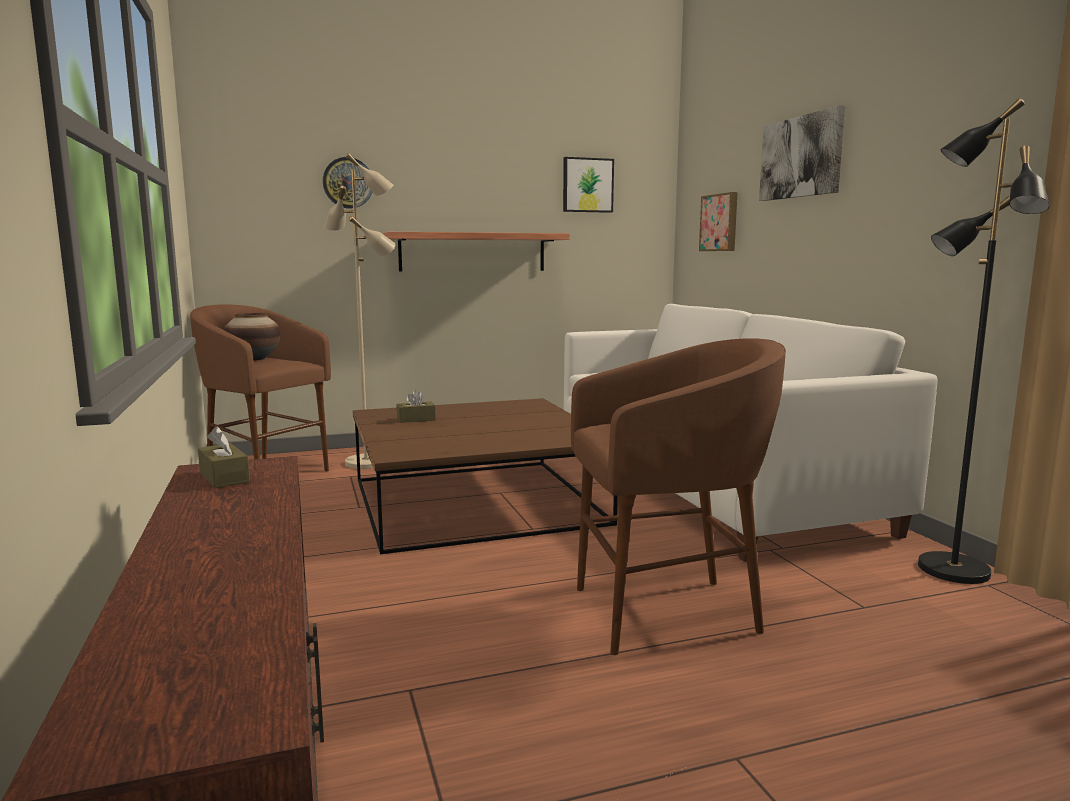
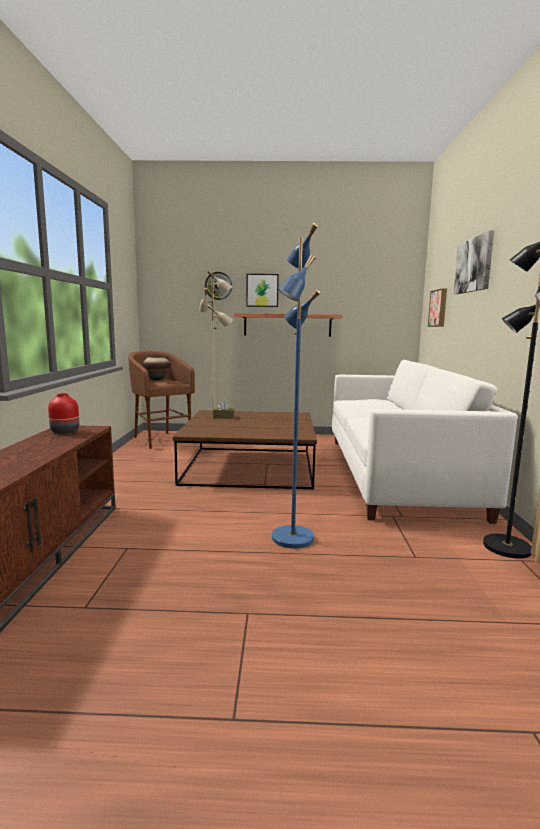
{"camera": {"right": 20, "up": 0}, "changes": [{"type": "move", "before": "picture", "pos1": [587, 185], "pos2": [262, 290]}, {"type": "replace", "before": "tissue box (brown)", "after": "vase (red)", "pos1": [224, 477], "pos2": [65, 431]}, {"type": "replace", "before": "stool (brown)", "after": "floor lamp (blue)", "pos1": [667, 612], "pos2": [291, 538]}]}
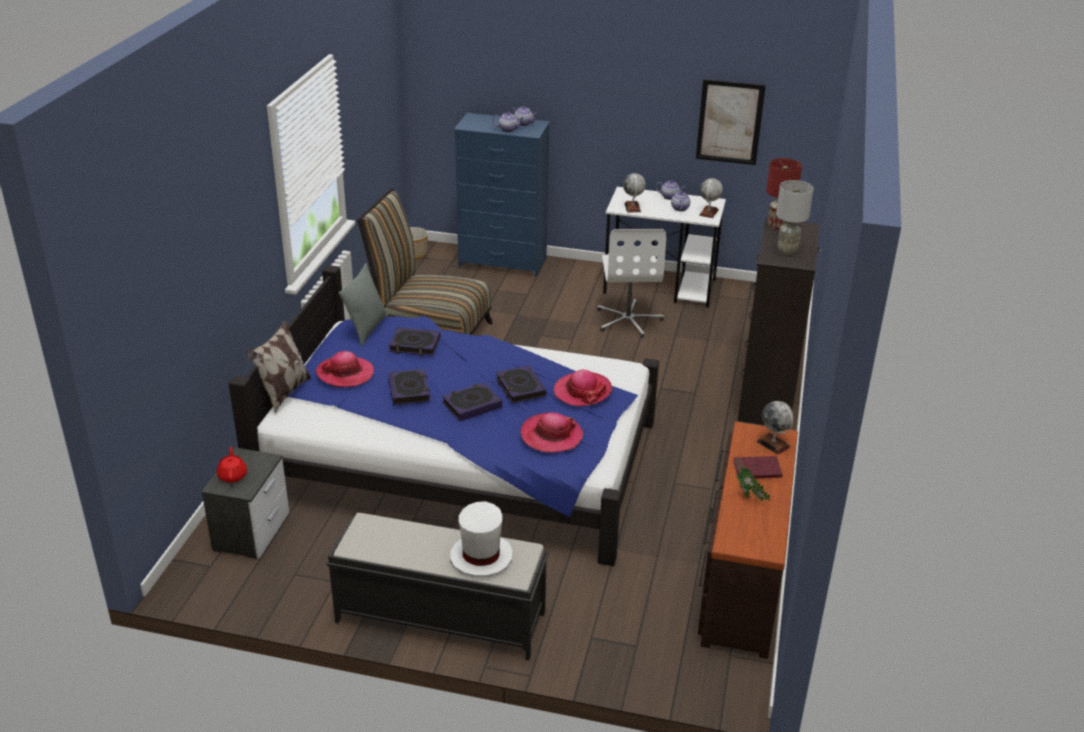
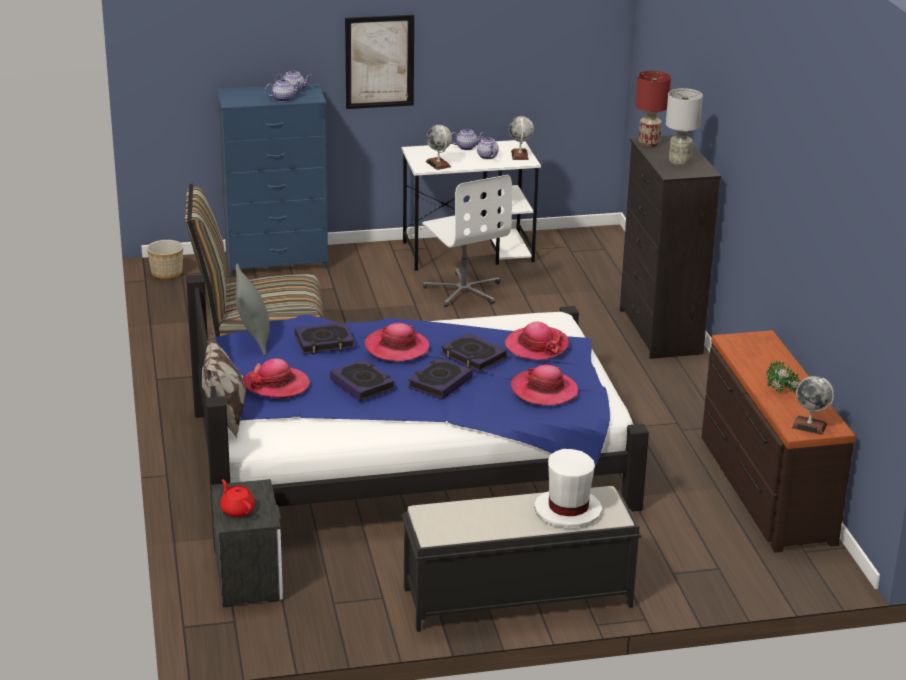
{"camera": {"right": -25, "up": -5}, "changes": [{"type": "delete", "before": "book (red)", "pos1": [757, 470]}, {"type": "insert", "after": "hat", "pos2": [397, 347]}, {"type": "move", "before": "picture", "pos1": [730, 122], "pos2": [379, 61]}, {"type": "move", "before": "globe", "pos1": [773, 444], "pos2": [809, 426]}]}
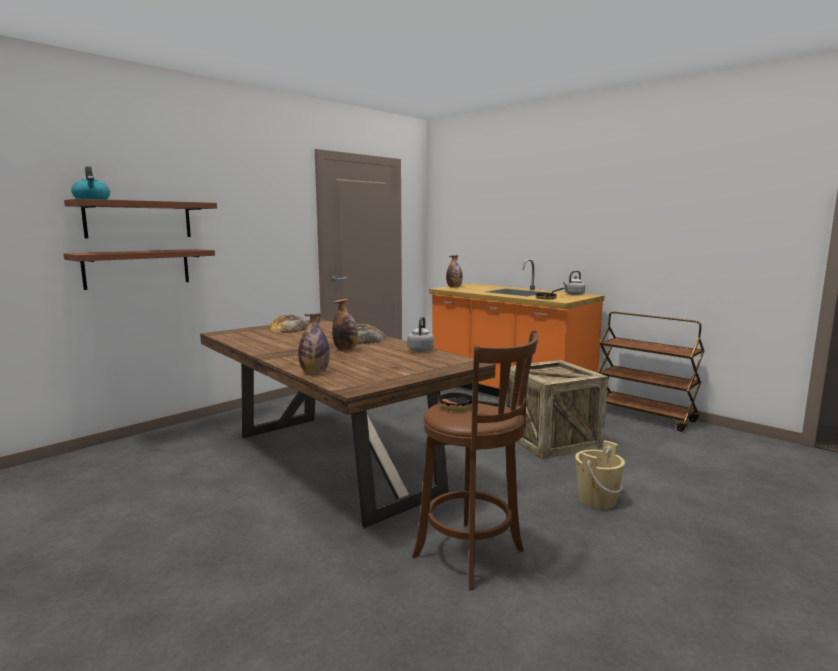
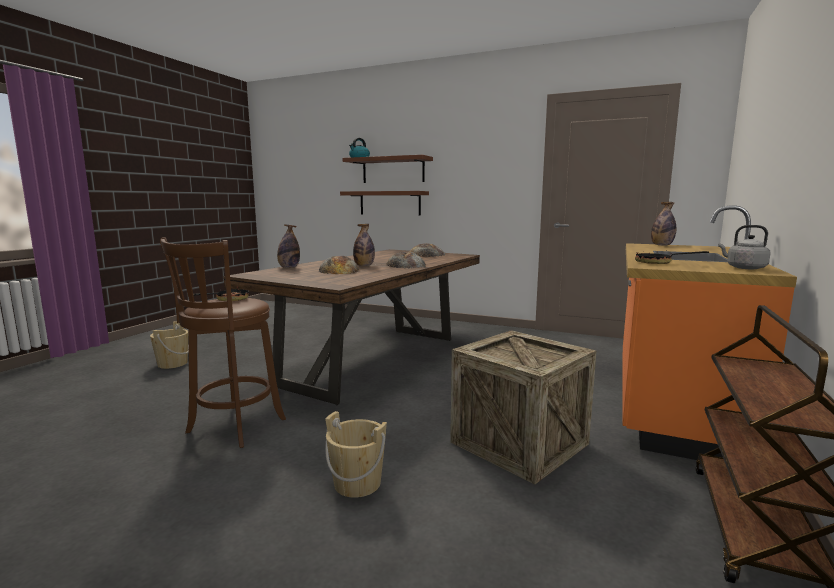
{"camera": {"right": 70, "up": 0}, "changes": [{"type": "delete", "before": "kettle (grey)", "pos1": [421, 350]}, {"type": "insert", "after": "bucket (beige)", "pos2": [172, 364]}, {"type": "insert", "after": "bread", "pos2": [339, 270]}]}
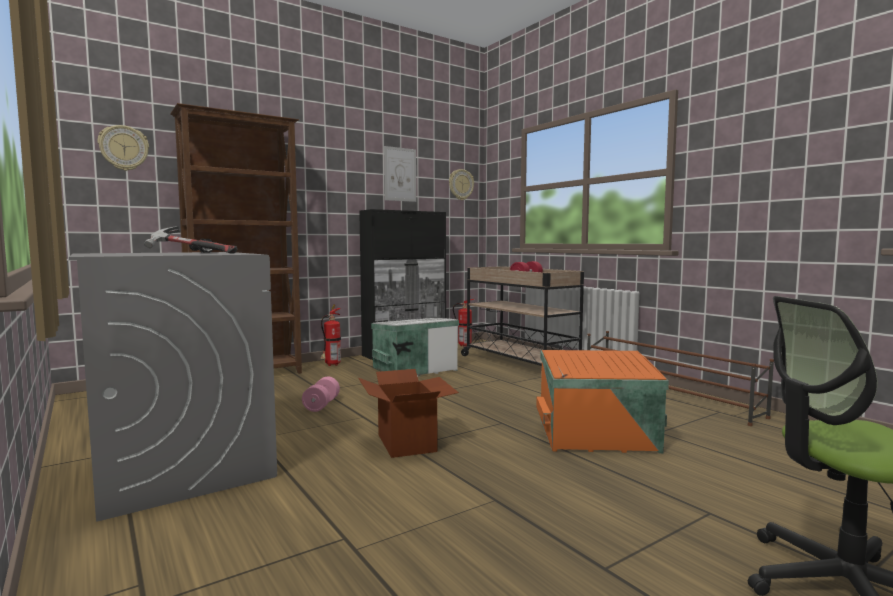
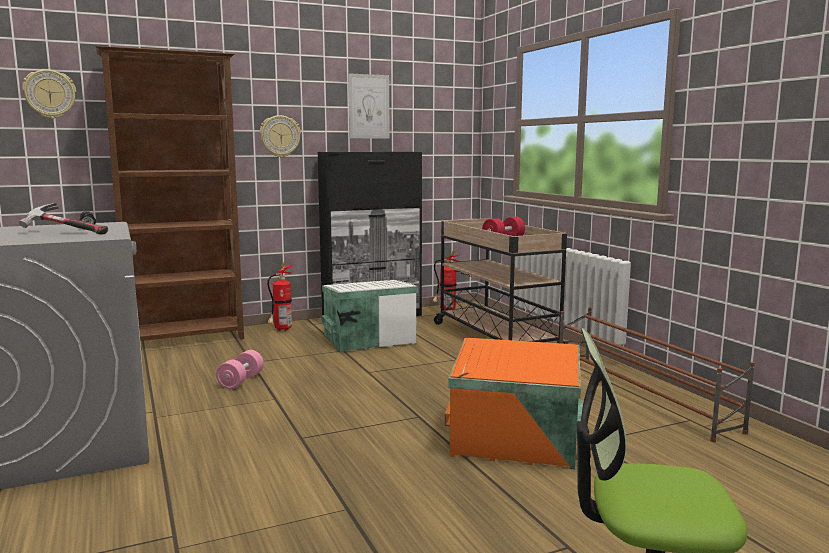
{"camera": {"right": 10, "up": 5}, "changes": [{"type": "delete", "before": "cardboard box", "pos1": [407, 443]}, {"type": "move", "before": "wall clock", "pos1": [460, 184], "pos2": [280, 136]}]}
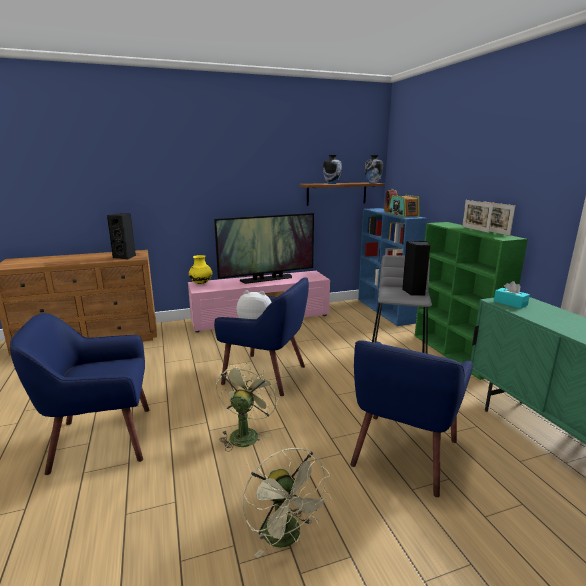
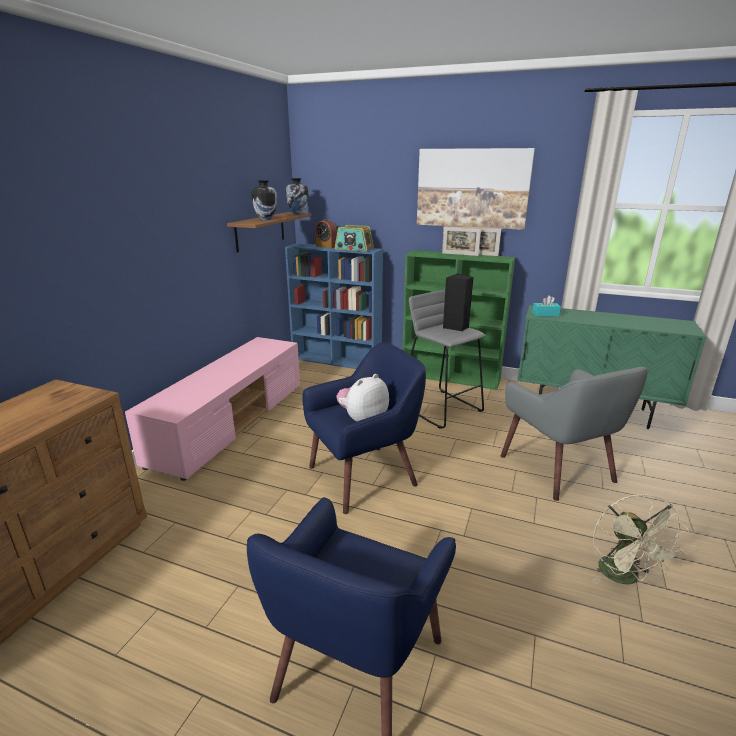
{"camera": {"right": -50, "up": 5}, "changes": [{"type": "delete", "before": "speaker (black)", "pos1": [125, 257]}, {"type": "delete", "before": "vase (yellow)", "pos1": [201, 283]}, {"type": "delete", "before": "television", "pos1": [267, 279]}, {"type": "delete", "before": "fan (green)", "pos1": [245, 433]}, {"type": "insert", "after": "picture", "pos2": [472, 188]}, {"type": "recolor", "before": "armchair (blue)", "after": "armchair (grey)", "pos1": [403, 453], "pos2": [558, 469]}, {"type": "rotate", "before": "fan (beige)", "pos1": [287, 538], "pos2": [624, 577], "turn": 75}]}
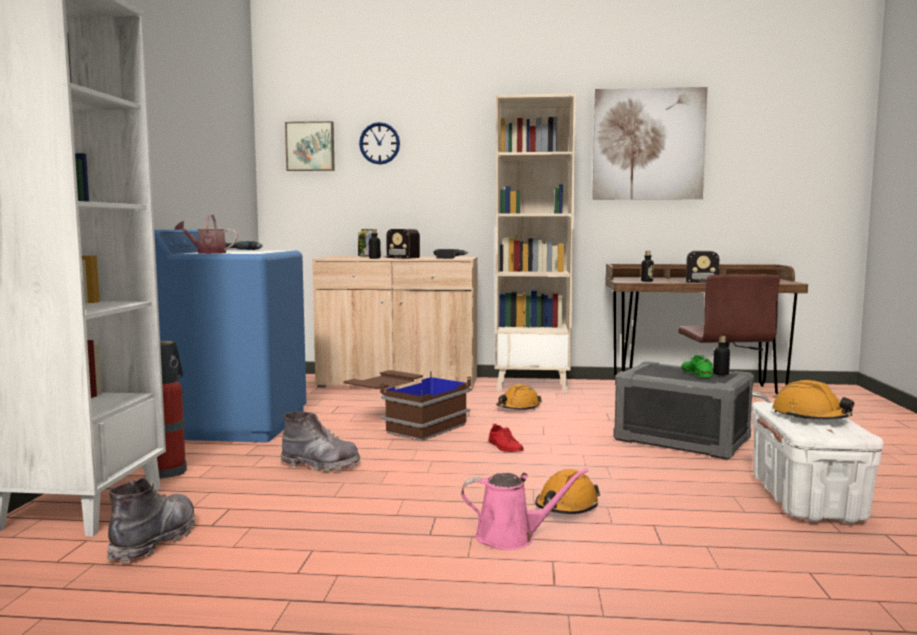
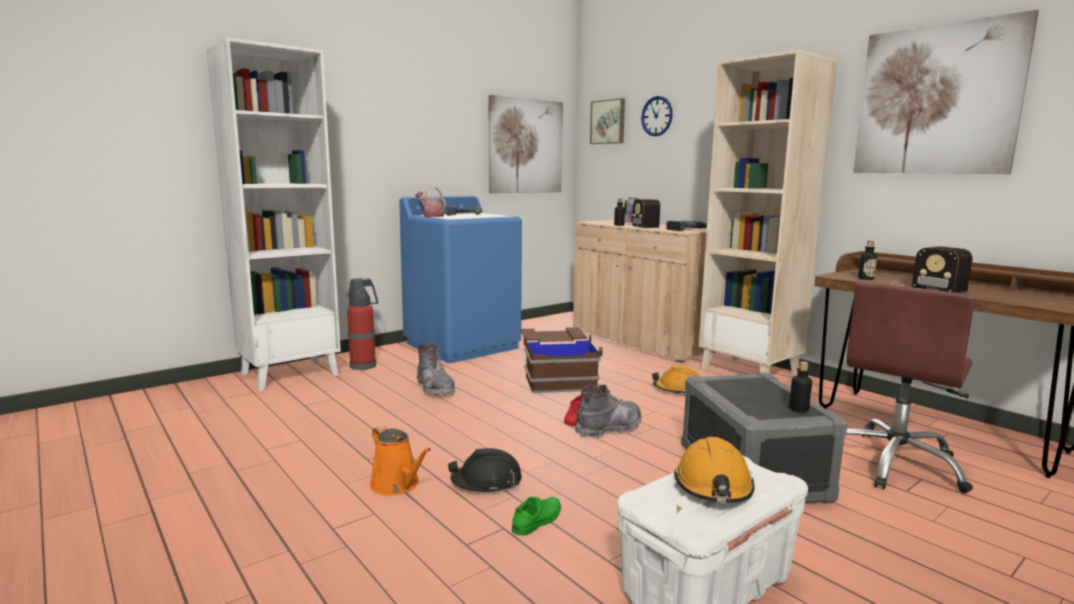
{"camera": {"right": 45, "up": 5}, "changes": [{"type": "insert", "after": "picture", "pos2": [526, 146]}, {"type": "move", "before": "boot (grey)", "pos1": [155, 541], "pos2": [609, 429]}, {"type": "move", "before": "shoe (green)", "pos1": [696, 373], "pos2": [537, 520]}, {"type": "recolor", "before": "watering can (pink)", "after": "watering can (orange)", "pos1": [511, 537], "pos2": [397, 485]}, {"type": "recolor", "before": "hard hat (orange)", "after": "hard hat (black)", "pos1": [566, 507], "pos2": [486, 482]}]}
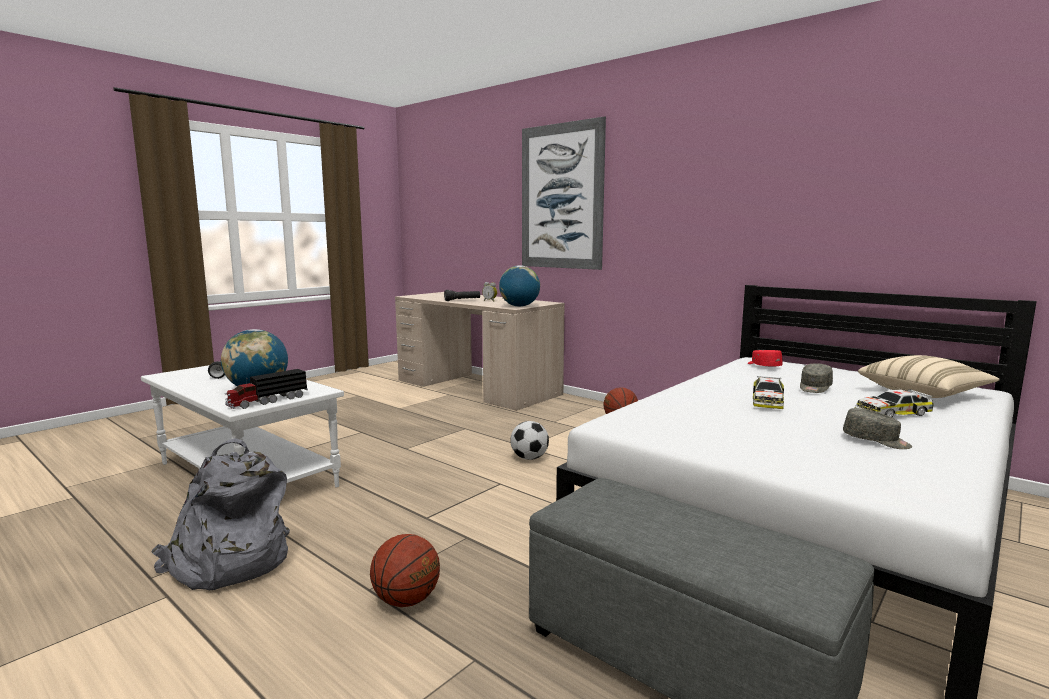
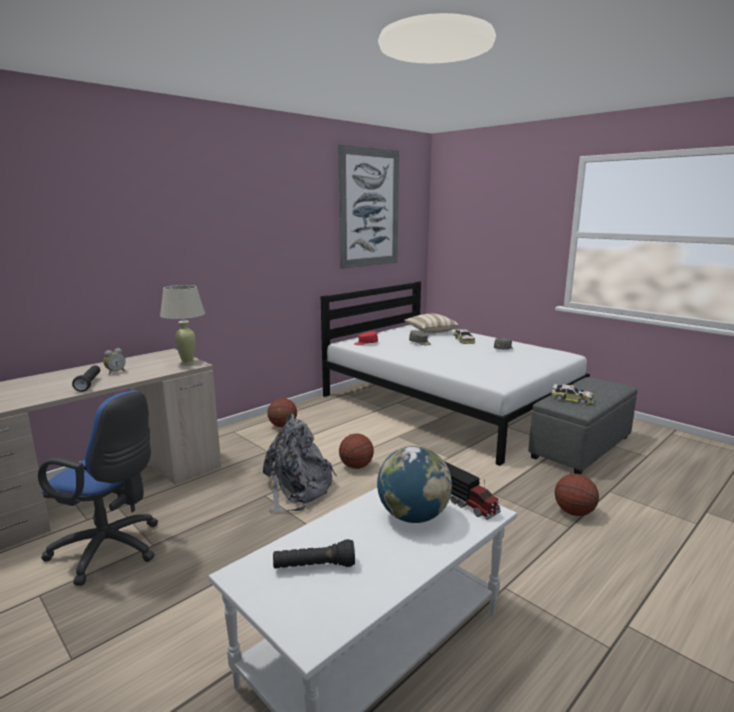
{"camera": {"right": -85, "up": 5}, "changes": [{"type": "insert", "after": "office chair (blue)", "pos2": [112, 550]}, {"type": "move", "before": "backpack (grey)", "pos1": [228, 562], "pos2": [297, 489]}, {"type": "move", "before": "picture", "pos1": [561, 197], "pos2": [369, 208]}, {"type": "move", "before": "toy car", "pos1": [767, 400], "pos2": [572, 399]}, {"type": "replace", "before": "globe", "after": "table lamp (beige)", "pos1": [519, 306], "pos2": [187, 362]}, {"type": "replace", "before": "football", "after": "basketball", "pos1": [529, 458], "pos2": [356, 466]}]}
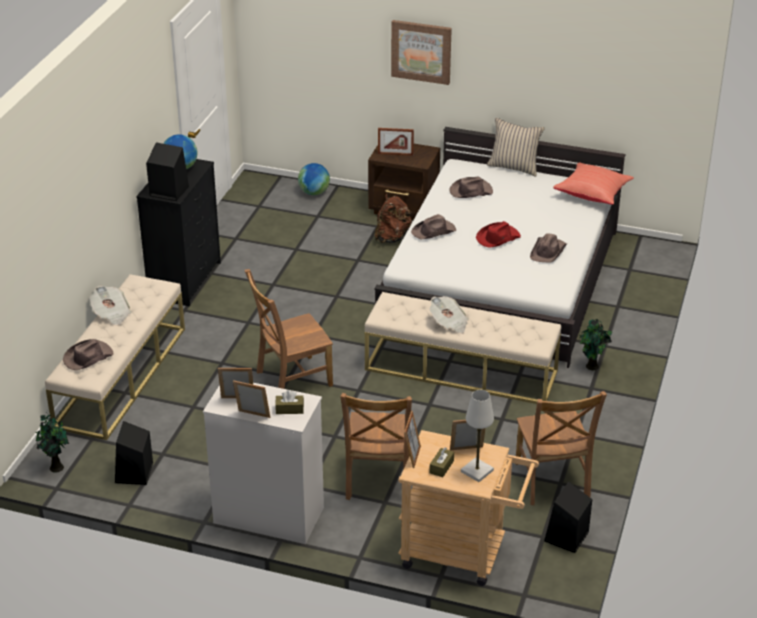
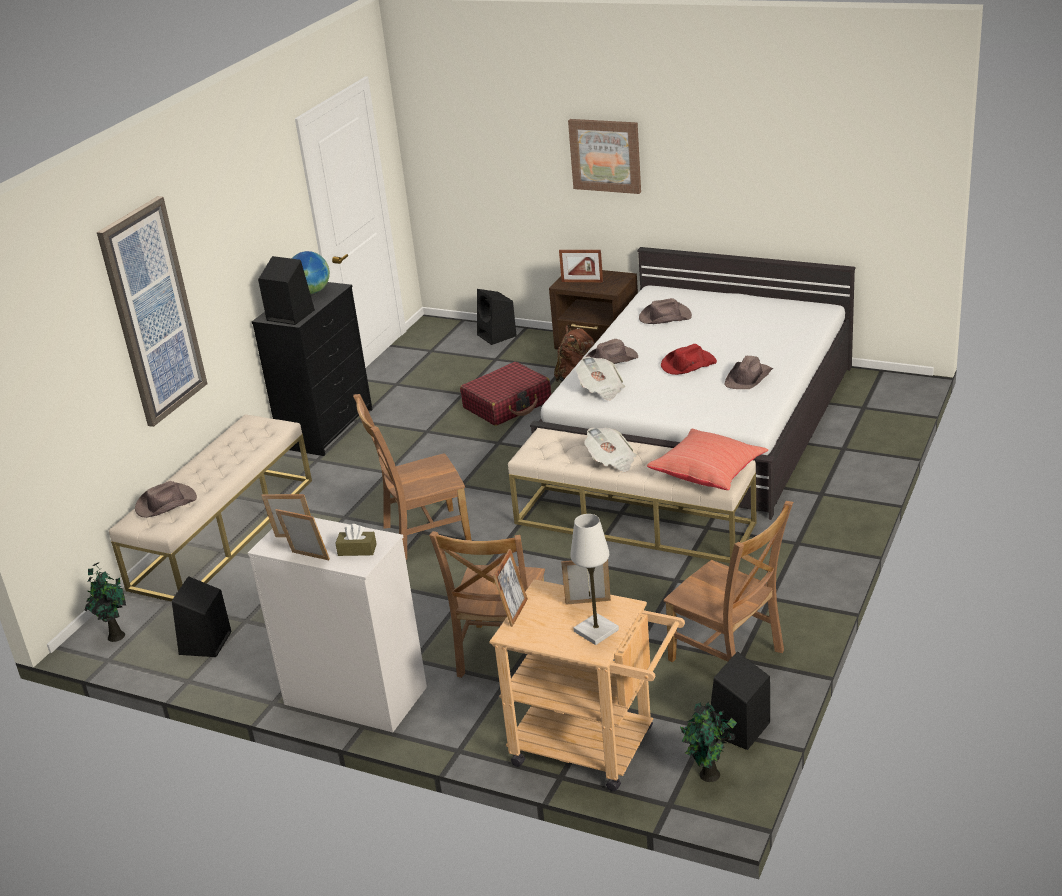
{"camera": {"right": 10, "up": -5}, "changes": [{"type": "delete", "before": "tissue box (brown)", "pos1": [441, 467]}, {"type": "delete", "before": "pillow (beige)", "pos1": [514, 167]}, {"type": "insert", "after": "picture", "pos2": [152, 312]}, {"type": "insert", "after": "suitcase (red)", "pos2": [507, 404]}, {"type": "move", "before": "newspaper", "pos1": [111, 314], "pos2": [601, 389]}, {"type": "move", "before": "pillow (red)", "pos1": [593, 194], "pos2": [708, 474]}, {"type": "move", "before": "potted plant", "pos1": [592, 367], "pos2": [709, 776]}, {"type": "replace", "before": "globe", "after": "speaker (black)", "pos1": [314, 193], "pos2": [497, 335]}, {"type": "rotate", "before": "chair (brown)", "pos1": [552, 482], "pos2": [729, 658], "turn": -45}]}
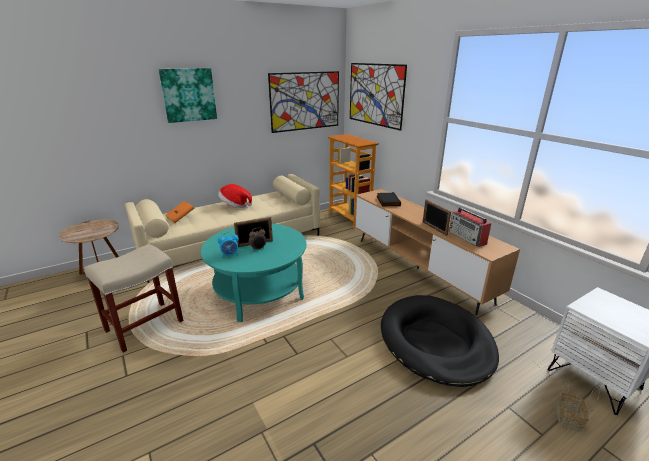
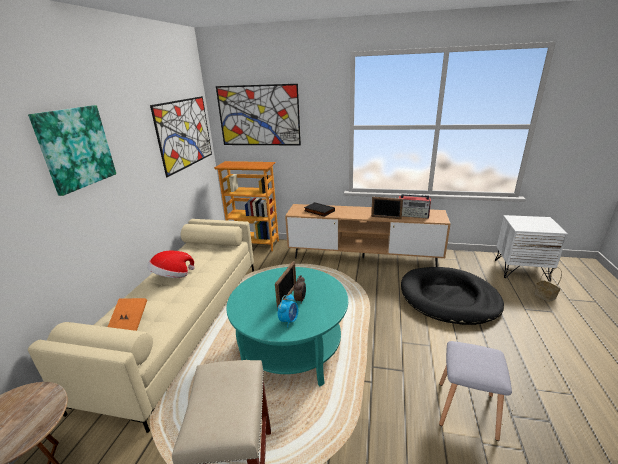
{"camera": {"right": -45, "up": 0}, "changes": [{"type": "insert", "after": "stool (grey)", "pos2": [465, 410]}]}
